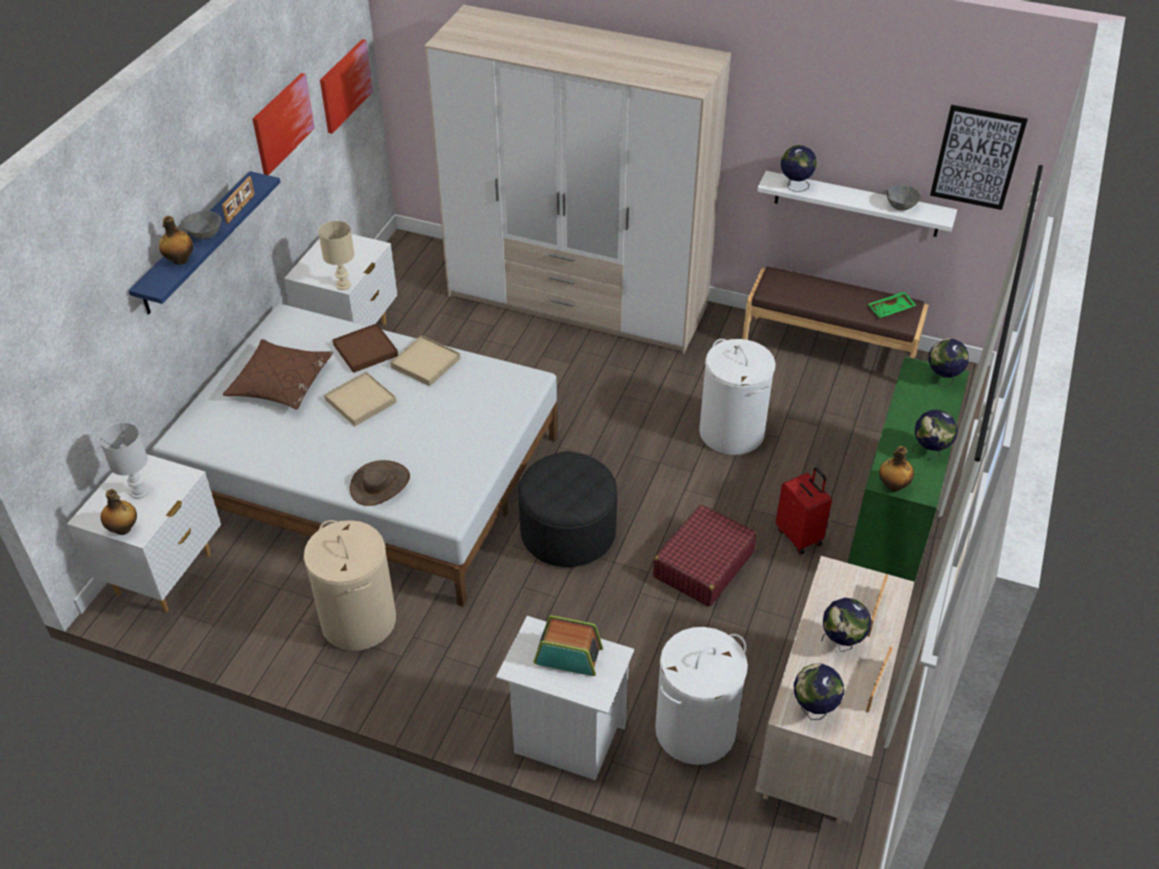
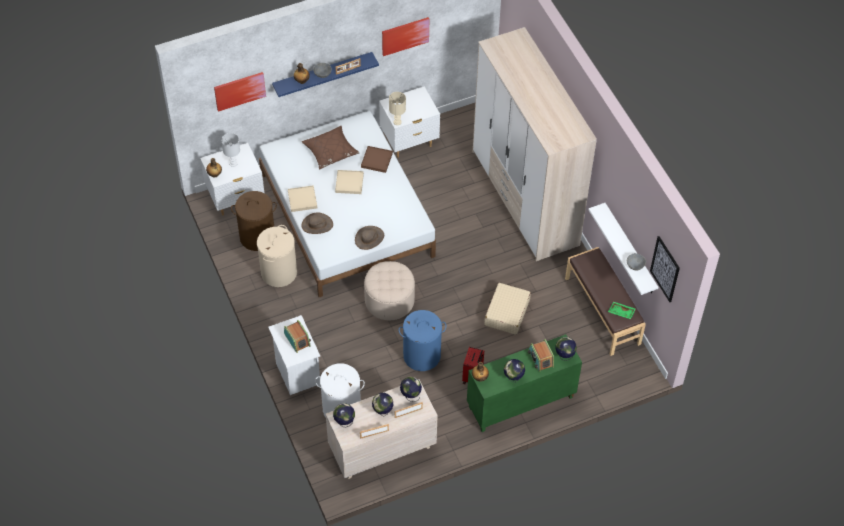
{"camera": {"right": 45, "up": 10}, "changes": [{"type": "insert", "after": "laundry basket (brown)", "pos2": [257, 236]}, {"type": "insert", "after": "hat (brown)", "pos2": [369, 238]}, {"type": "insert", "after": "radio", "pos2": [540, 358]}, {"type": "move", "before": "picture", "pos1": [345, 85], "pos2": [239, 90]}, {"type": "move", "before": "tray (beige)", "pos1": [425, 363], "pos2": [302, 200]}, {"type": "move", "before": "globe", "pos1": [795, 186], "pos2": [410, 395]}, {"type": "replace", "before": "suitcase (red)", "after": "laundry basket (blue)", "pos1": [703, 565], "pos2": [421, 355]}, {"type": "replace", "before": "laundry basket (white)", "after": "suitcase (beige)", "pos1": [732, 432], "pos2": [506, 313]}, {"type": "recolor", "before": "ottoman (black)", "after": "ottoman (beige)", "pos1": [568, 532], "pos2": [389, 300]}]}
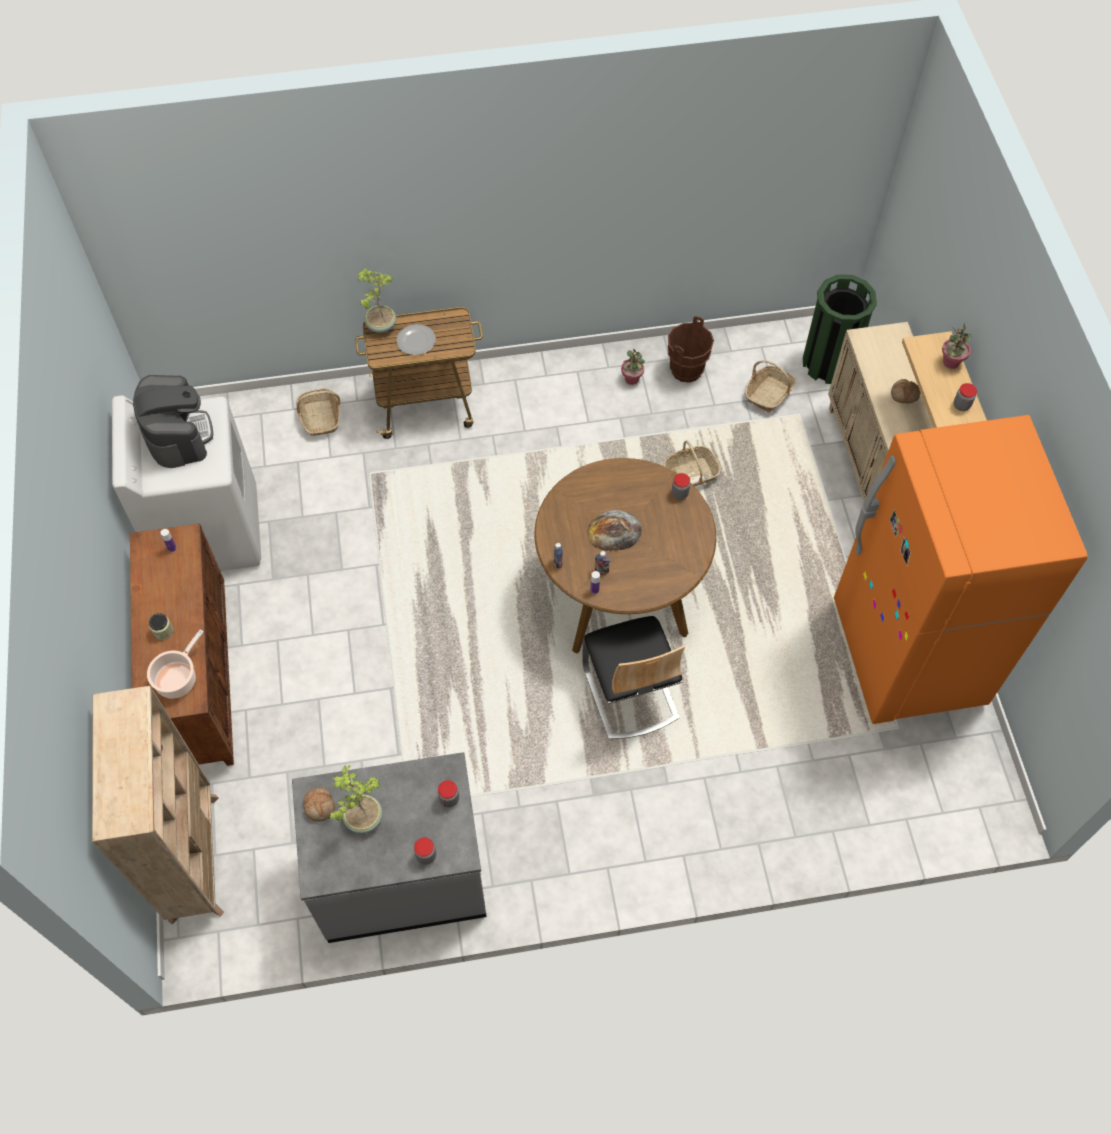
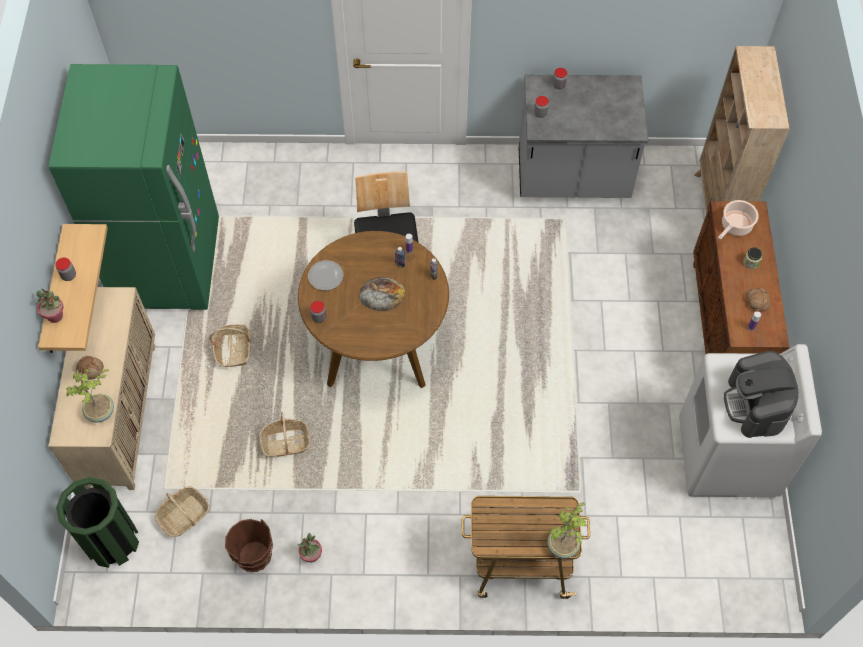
{"camera": {"right": -170, "up": 0}, "changes": [{"type": "move", "before": "basket", "pos1": [320, 417], "pos2": [233, 350]}, {"type": "move", "before": "bread", "pos1": [320, 806], "pos2": [756, 301]}, {"type": "move", "before": "potted plant", "pos1": [363, 818], "pos2": [101, 412]}, {"type": "move", "before": "plate", "pos1": [415, 341], "pos2": [326, 276]}, {"type": "recolor", "before": "fridge (orange)", "after": "fridge (green)", "pos1": [907, 654], "pos2": [168, 264]}]}
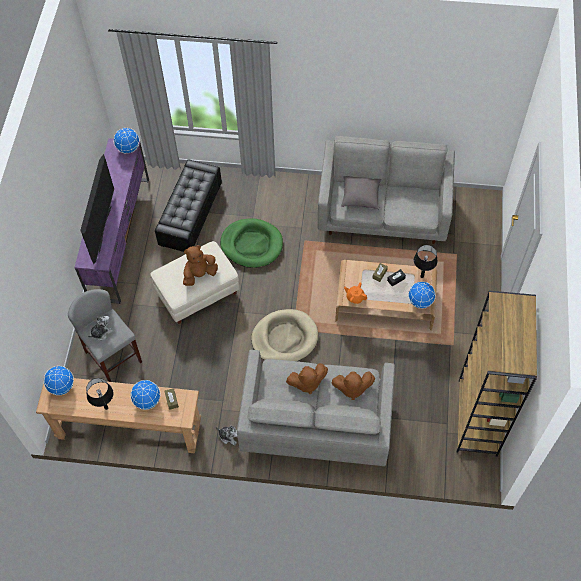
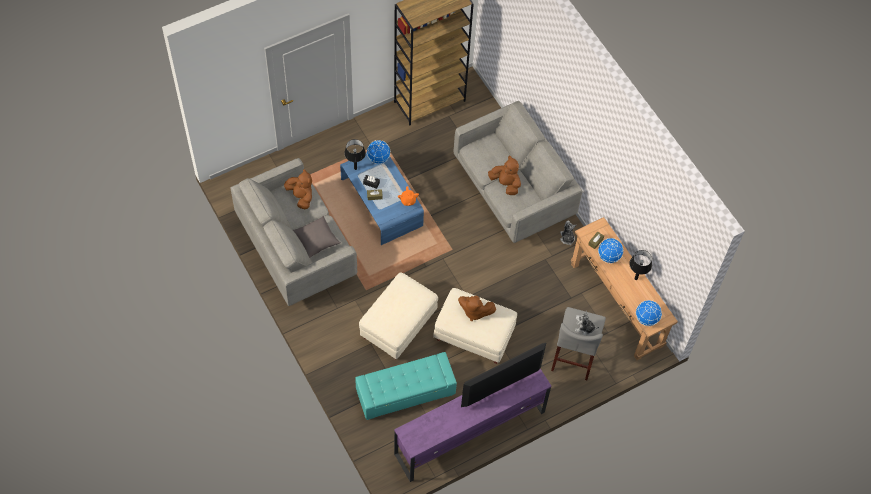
{"camera": {"right": -130, "up": 0}, "changes": [{"type": "delete", "before": "globe", "pos1": [128, 148]}, {"type": "delete", "before": "dog bed (beige)", "pos1": [284, 338]}, {"type": "move", "before": "plush toy (brown)", "pos1": [352, 388], "pos2": [301, 196]}, {"type": "replace", "before": "dog bed (green)", "after": "ottoman (beige)", "pos1": [252, 244], "pos2": [399, 326]}, {"type": "recolor", "before": "ottoman (black)", "after": "ottoman (turquoise)", "pos1": [190, 215], "pos2": [405, 392]}, {"type": "recolor", "before": "coffee table (brown)", "after": "coffee table (blue)", "pos1": [385, 303], "pos2": [381, 202]}]}
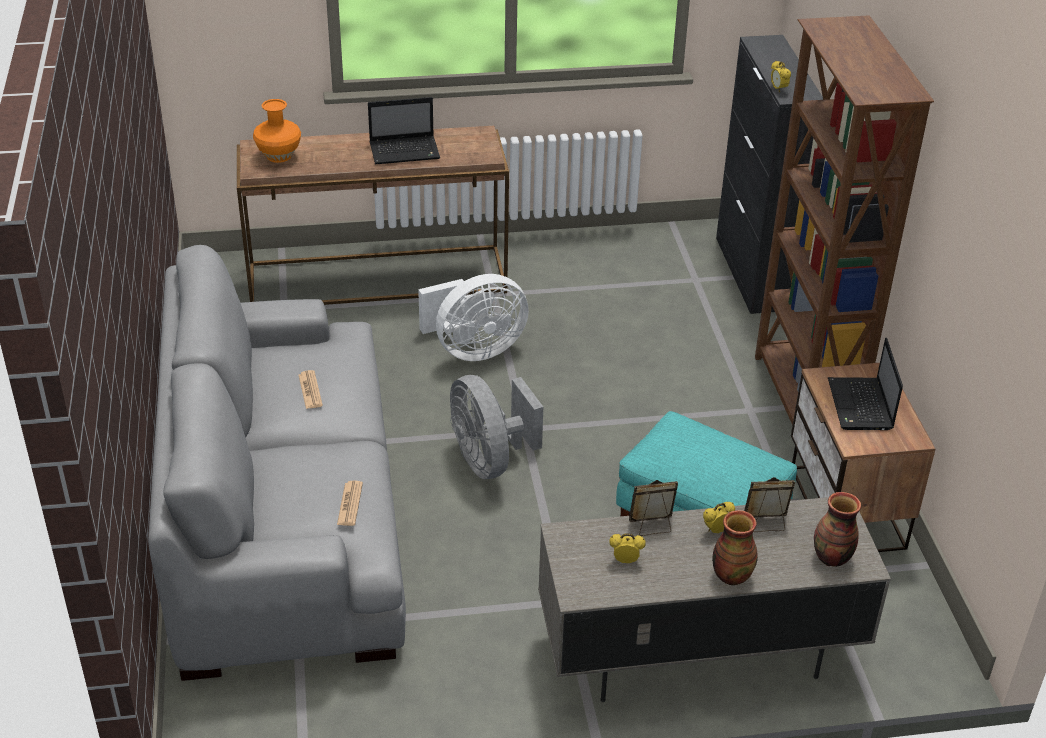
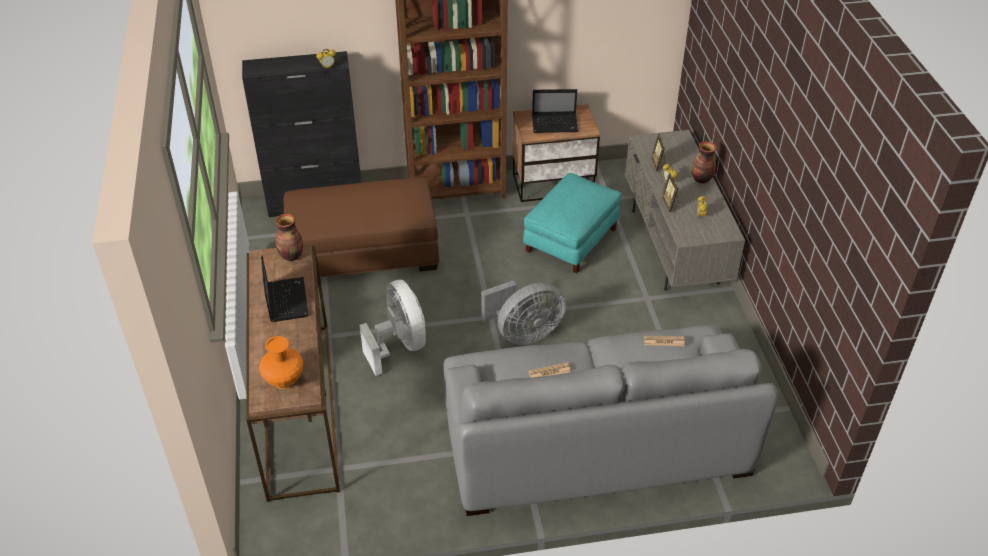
{"camera": {"right": -90, "up": 5}, "changes": [{"type": "insert", "after": "ottoman (brown)", "pos2": [363, 252]}, {"type": "move", "before": "vase", "pos1": [831, 558], "pos2": [291, 256]}]}
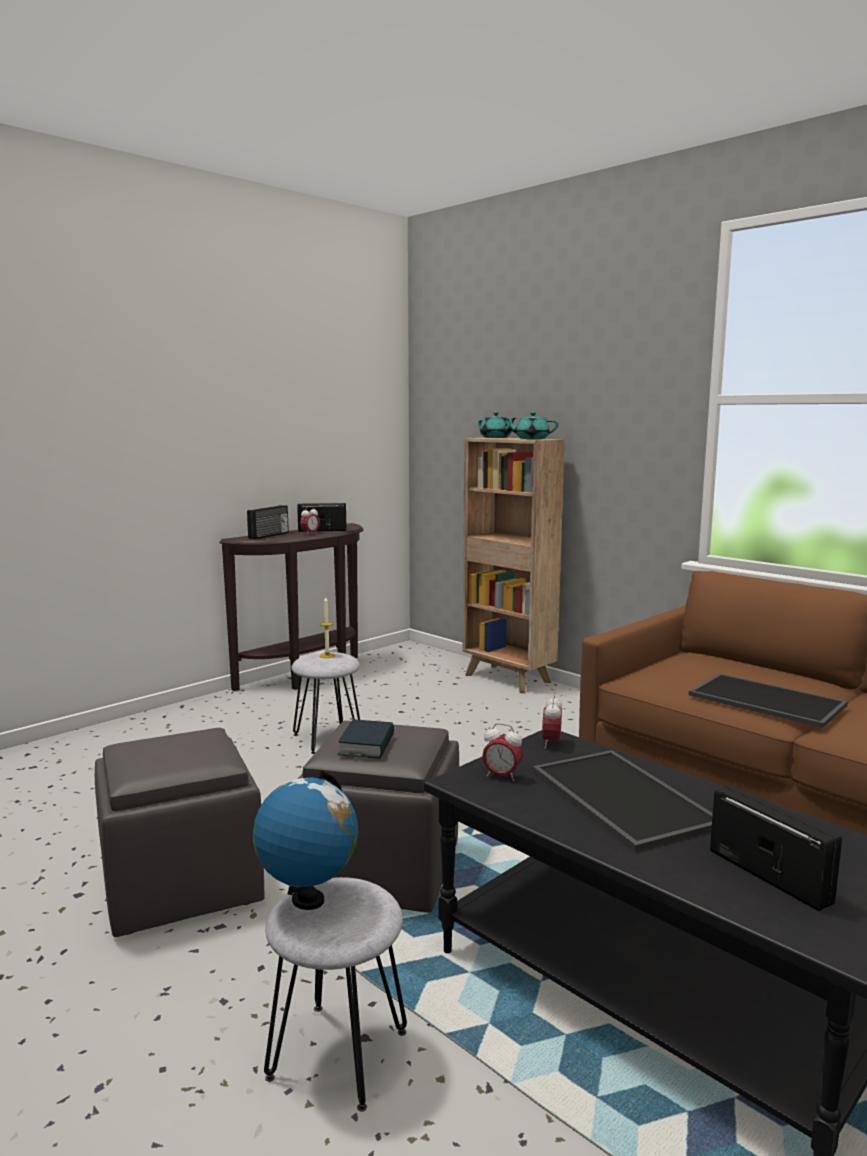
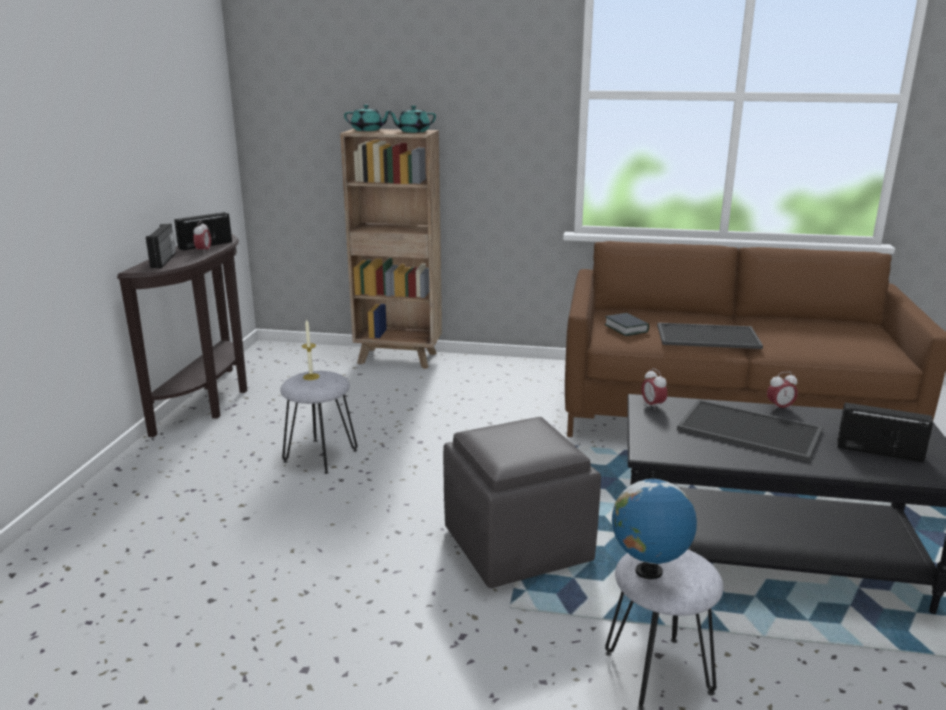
{"camera": {"right": -35, "up": 10}, "changes": [{"type": "delete", "before": "ottoman (grey)", "pos1": [183, 884]}, {"type": "move", "before": "book", "pos1": [367, 745], "pos2": [626, 328]}, {"type": "move", "before": "alarm clock", "pos1": [502, 776], "pos2": [780, 408]}]}
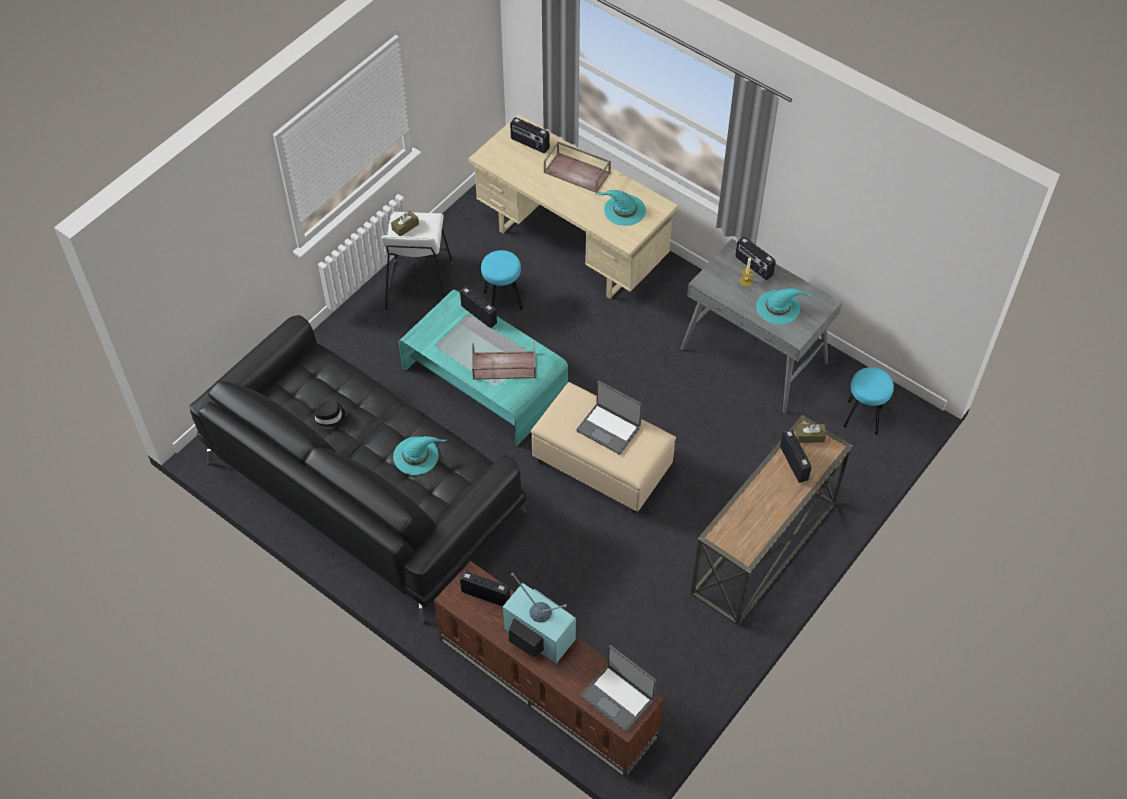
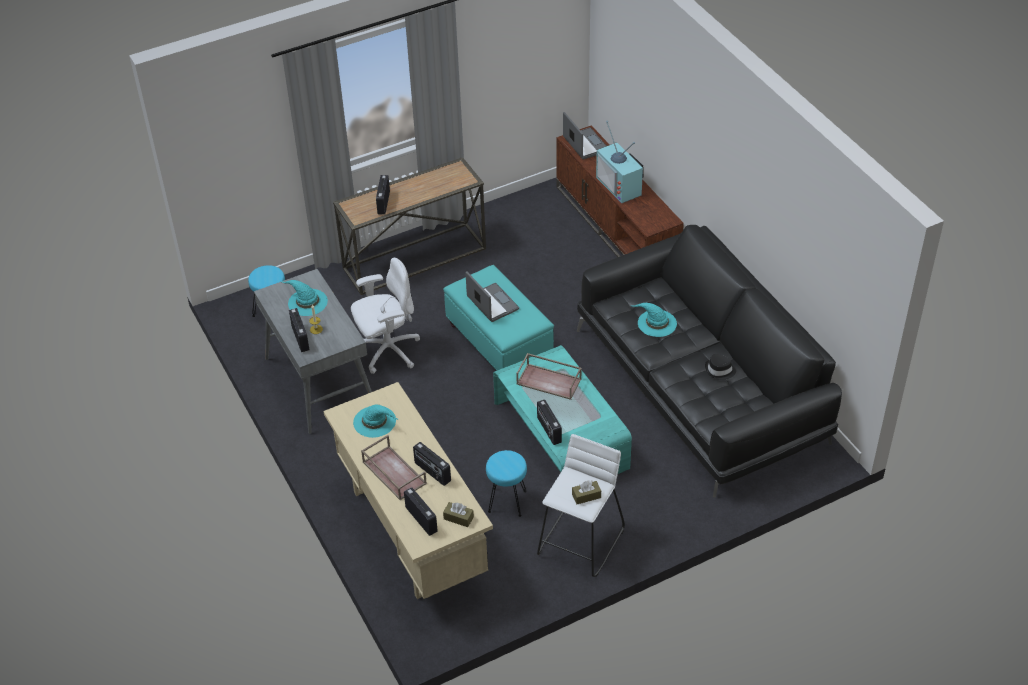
{"camera": {"right": -155, "up": -10}, "changes": [{"type": "insert", "after": "office chair (white)", "pos2": [387, 351]}, {"type": "move", "before": "radio", "pos1": [486, 595], "pos2": [432, 472]}, {"type": "move", "before": "tissue box (brown)", "pos1": [810, 436], "pos2": [458, 518]}, {"type": "recolor", "before": "ottoman (beige)", "after": "ottoman (turquoise)", "pos1": [602, 466], "pos2": [498, 342]}]}
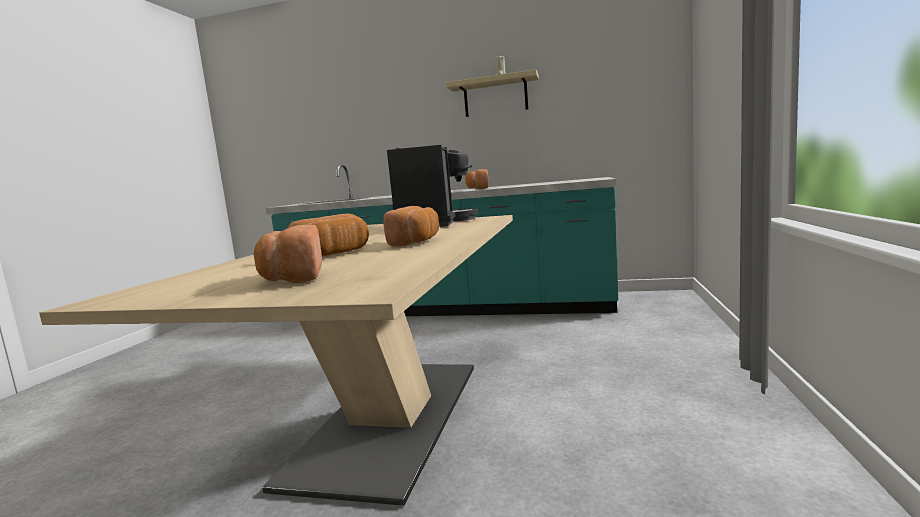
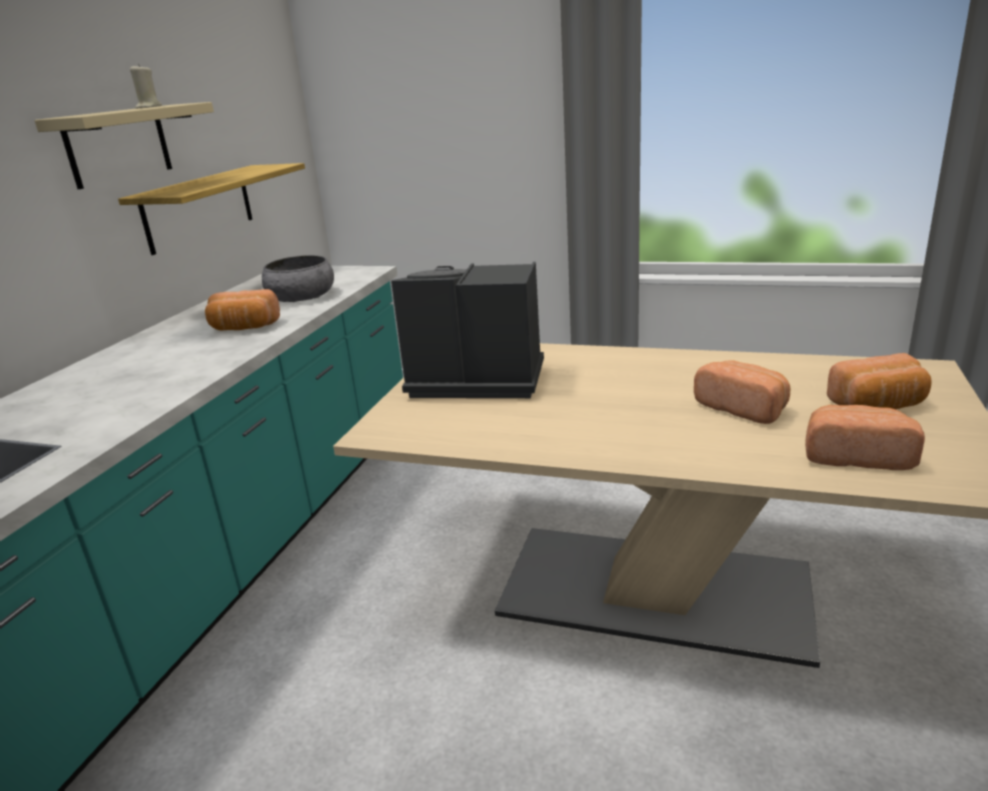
{"camera": {"right": -85, "up": 15}, "changes": [{"type": "insert", "after": "shelf", "pos2": [199, 208]}, {"type": "insert", "after": "bowl (grey)", "pos2": [301, 296]}, {"type": "move", "before": "bread", "pos1": [416, 242], "pos2": [856, 456]}]}
